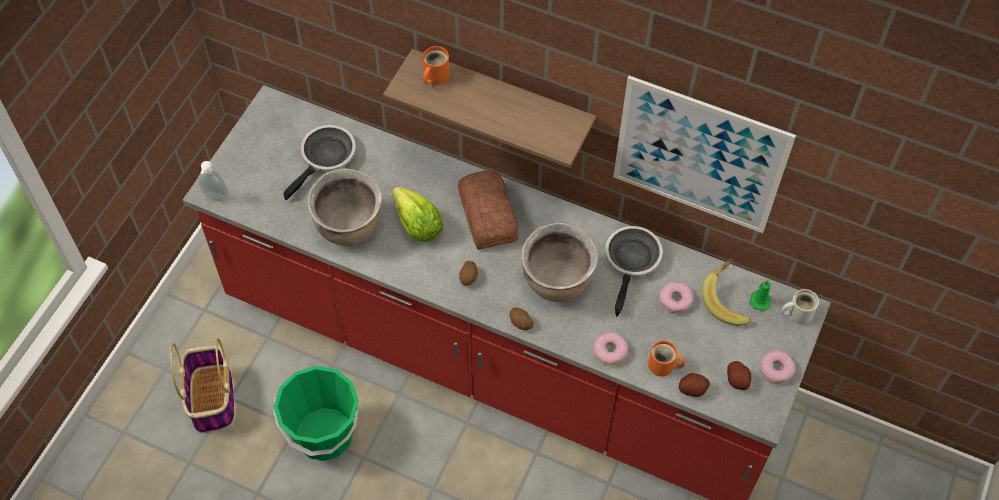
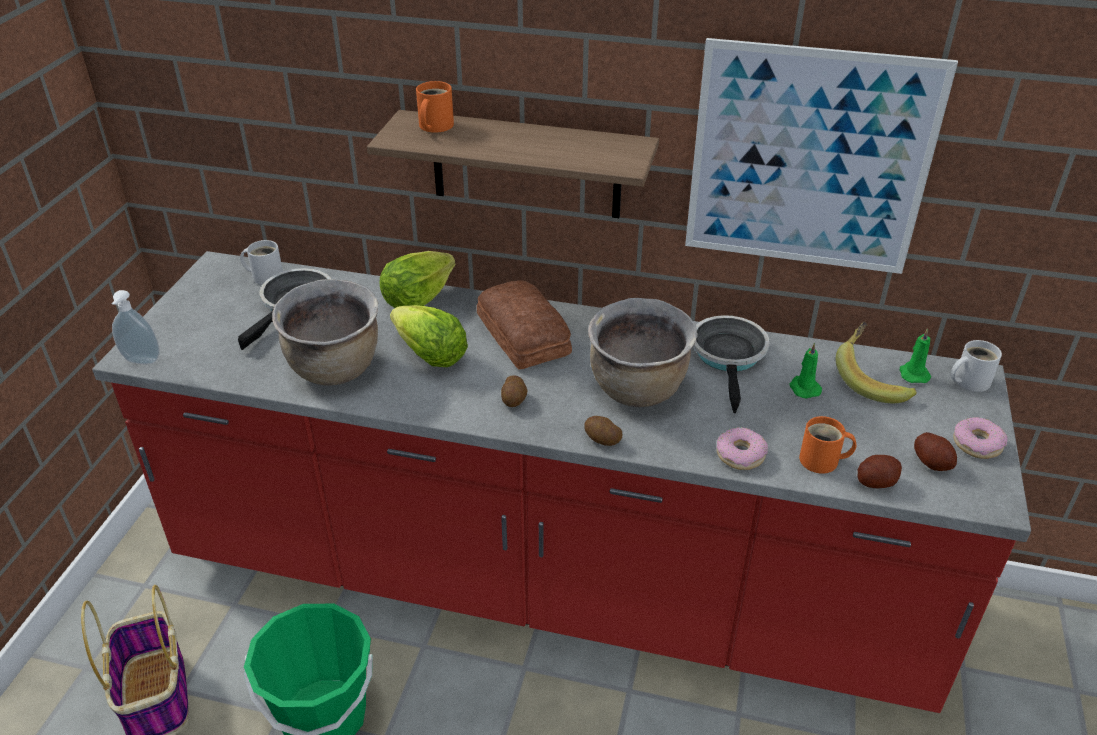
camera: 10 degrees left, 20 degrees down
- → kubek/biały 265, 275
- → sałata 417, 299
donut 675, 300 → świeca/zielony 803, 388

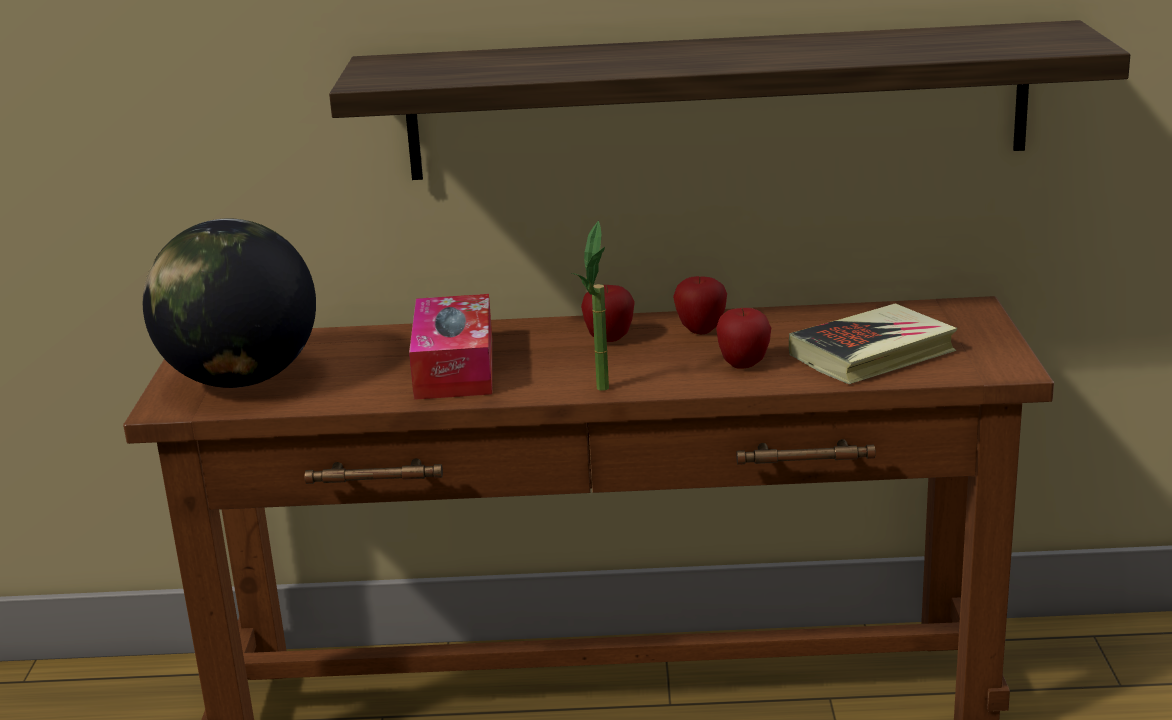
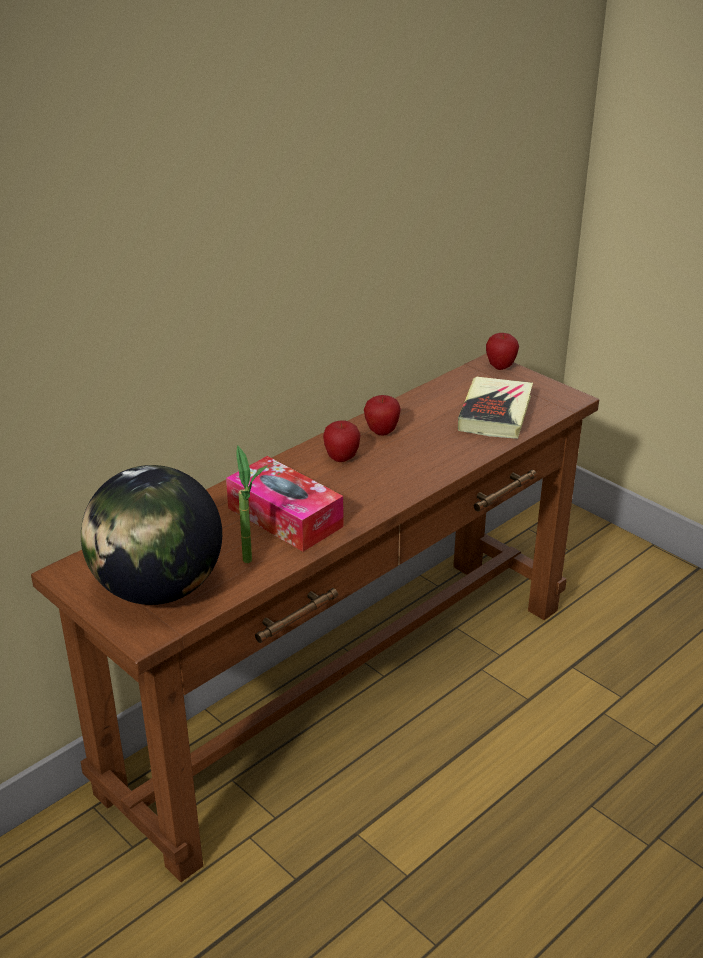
camera: 45 degrees left, 10 degrees up
roślina doniczkowa 602, 393 → roślina doniczkowa 253, 565, relocated
jabłko 743, 365 → jabłko 500, 367, relocated
półka 716, 102 → -

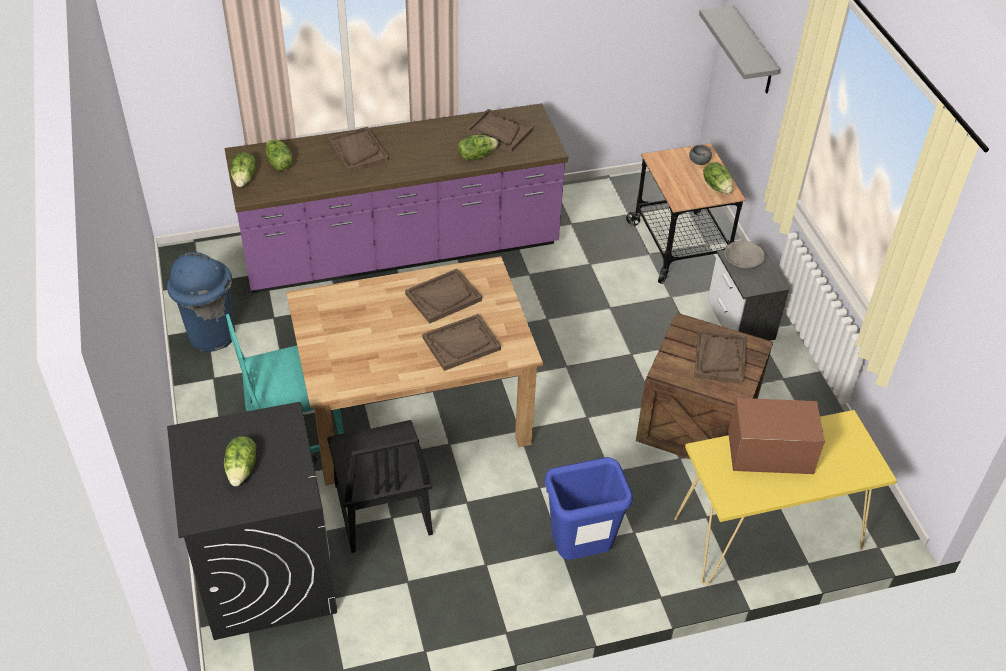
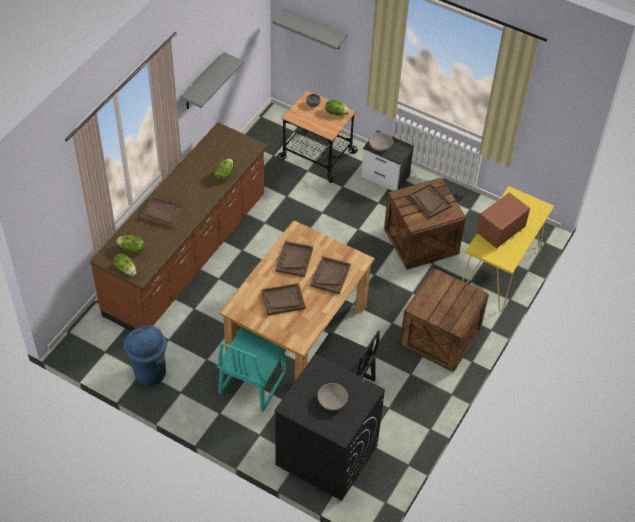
camera: 45 degrees left, 5 degrees up
zabudowa kuchenna/fioletowy 401, 251 → zabudowa kuchenna/brązowy 187, 256
- → półka/szary 202, 82
taca/brązowy 499, 132 → taca/brązowy 283, 300, relocated
sałata 242, 469 → miska/szary 332, 400
kosz na śmieci/niebieski 579, 552 → skrzynka 440, 337

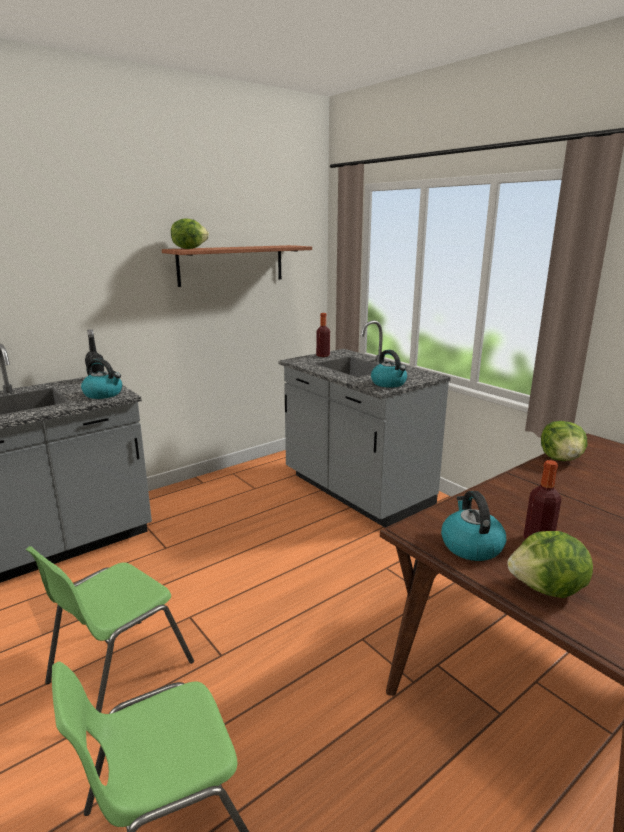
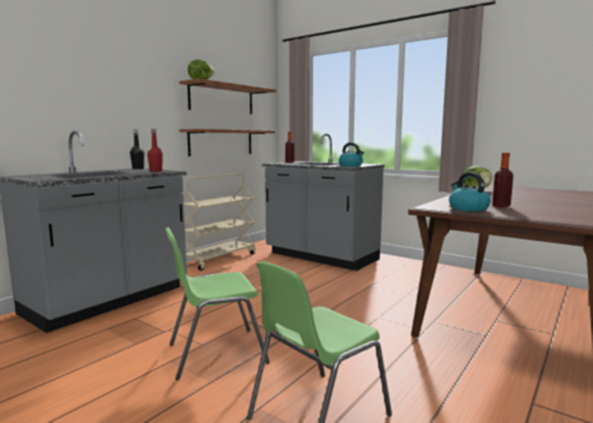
camera: 15 degrees left, 10 degrees down
czajnik 104, 394 → butelka/czerwony 155, 171
krzesło/zielony 118, 672 → krzesło/zielony 215, 353, 45 degrees clockwise
- → półka 221, 142
- → wózek/beżowy 219, 258
sałata 547, 590 → -

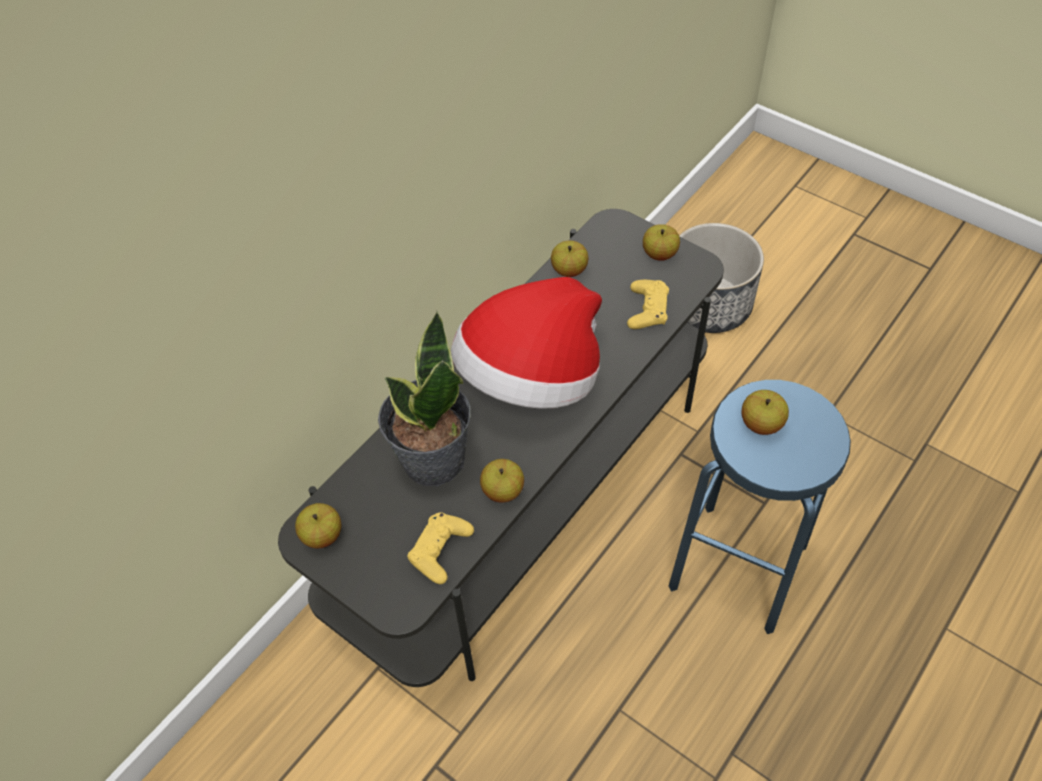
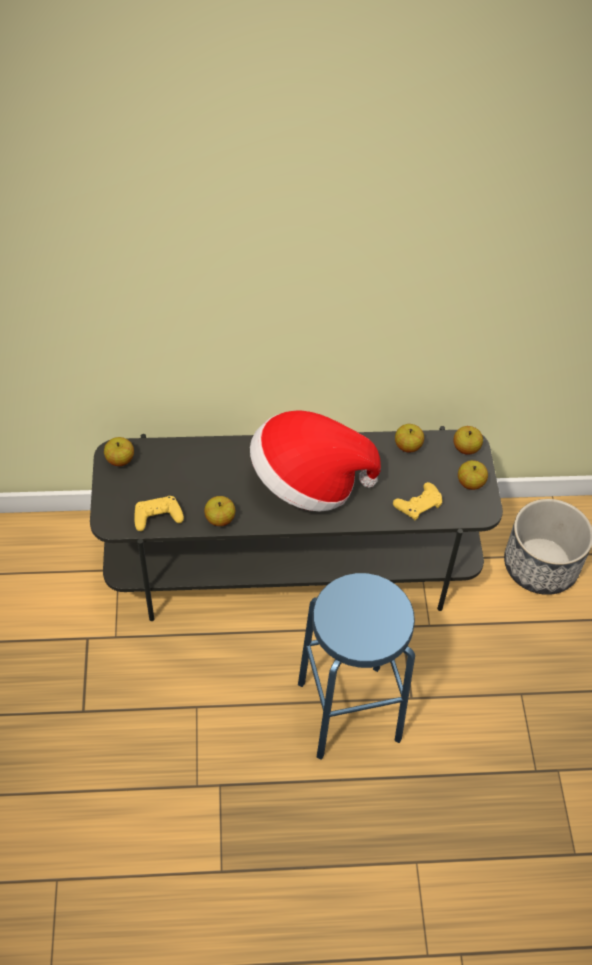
camera: 45 degrees right, 0 degrees up
jabłko 761, 424 → jabłko 466, 448, relocated
roślina doniczkowa 432, 460 → -

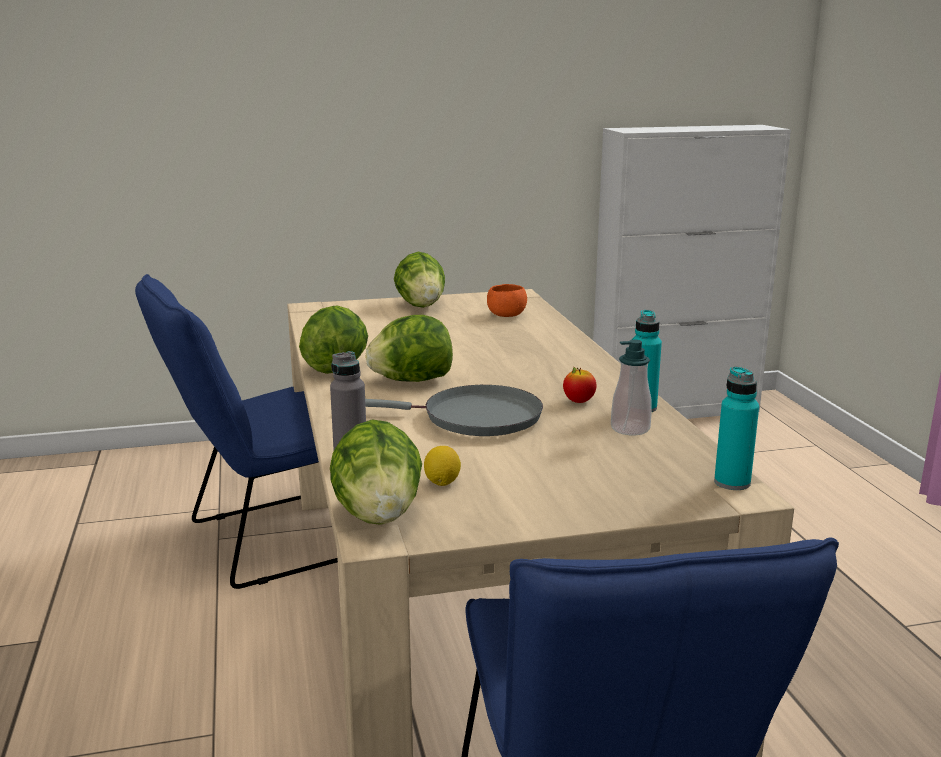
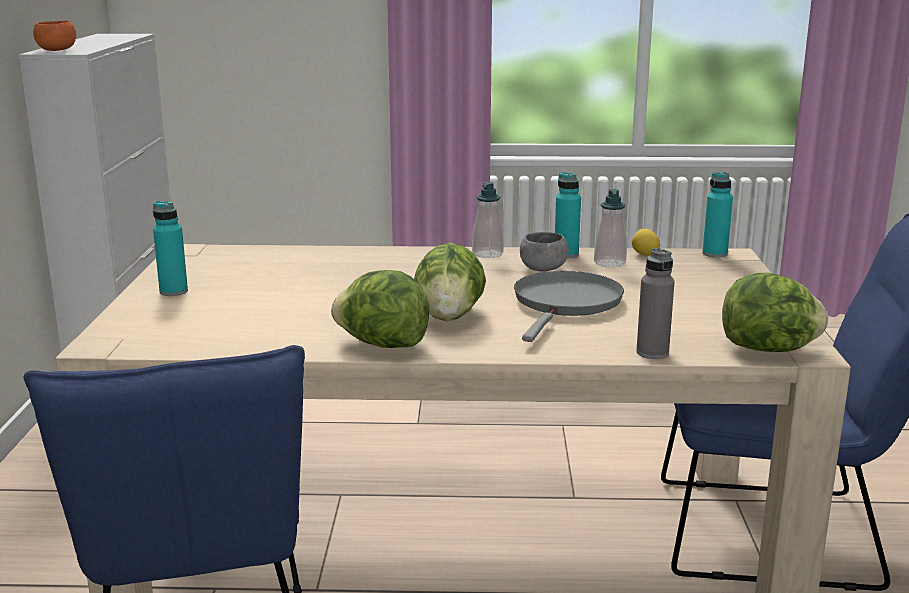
camera: 75 degrees left, 0 degrees up
miska/pomarańczowy 506, 315 → miska/pomarańczowy 56, 50, relocated
sałata 421, 305 → butelka/turkusowy 173, 291
- → dozownik mydła 487, 254
jabłko 578, 402 → miska/szary 543, 269
cytryna 442, 482 → cytryna 644, 255, relocated

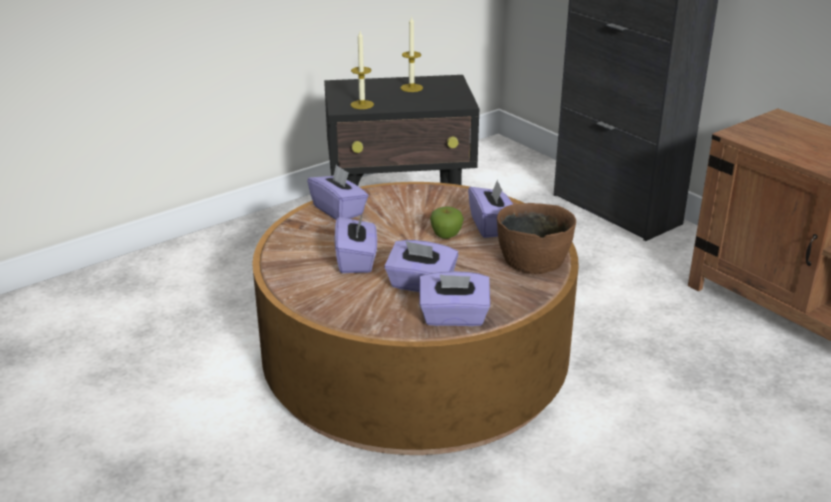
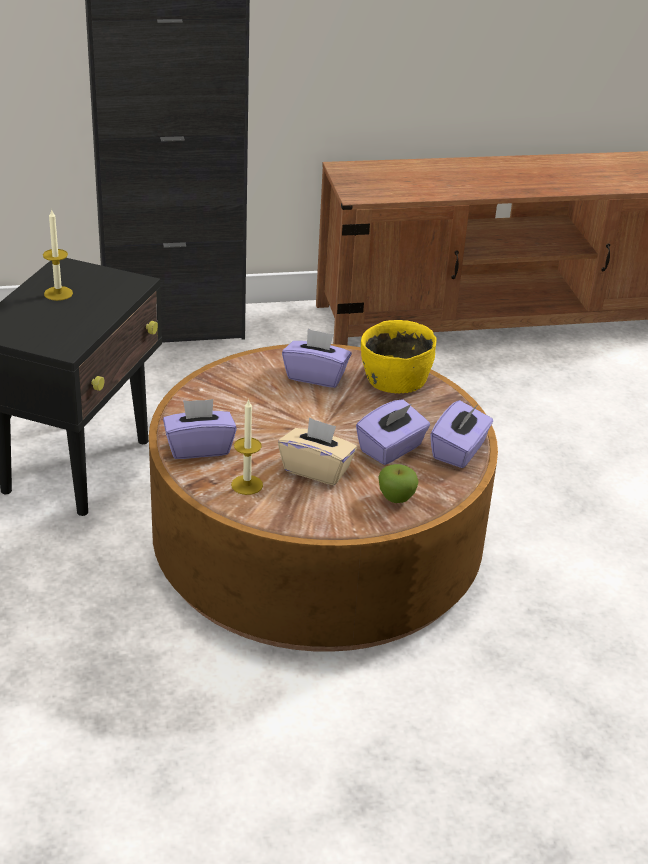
camera: 65 degrees left, 5 degrees up
świeca 362, 104 → świeca 247, 485, relocated
pudełko chusteczek/fioletowy 356, 261 → pudełko chusteczek/beżowy 316, 469
miska/brązowy 532, 259 → miska/żółty 394, 379
jabłko 446, 236 → jabłko 396, 498, relocated

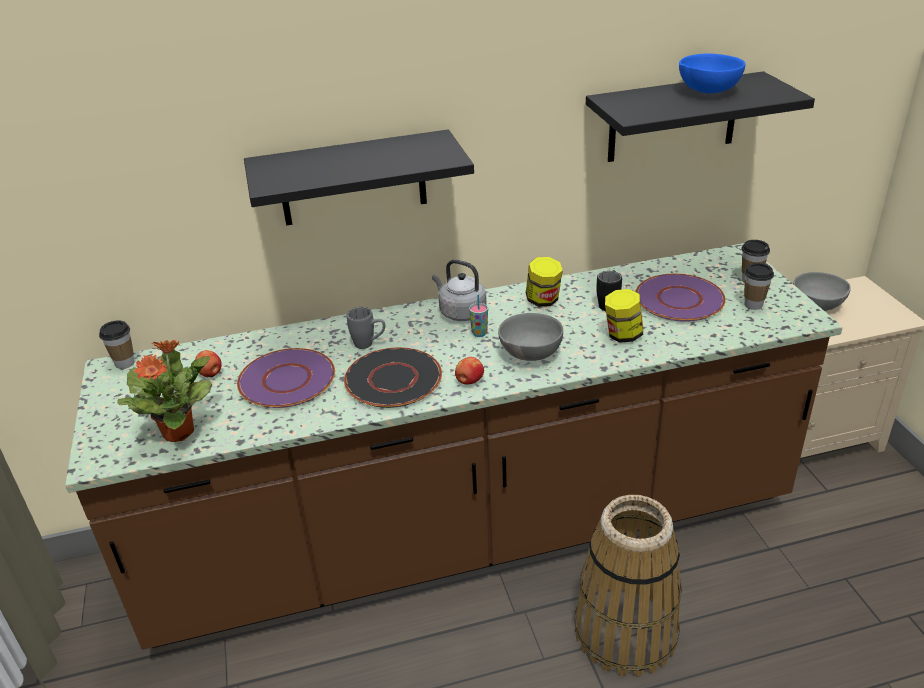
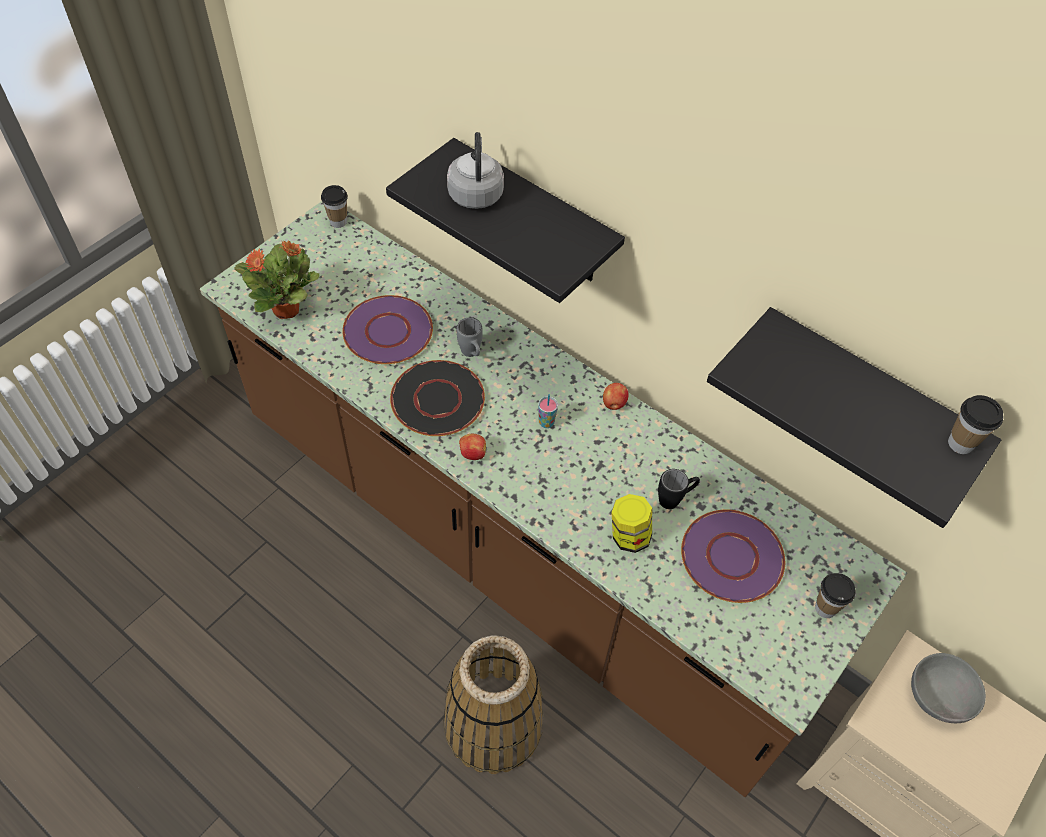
camera: 50 degrees right, 20 degrees up
czajnik/szary 460, 312 → czajnik/szary 475, 193, relocated
jabłko 211, 374 → jabłko 614, 404, relocated
filiżanka 753, 305 → filiżanka 960, 444, relocated
miska/szary 529, 354 → -
słoik 543, 300 → -
miska/niebieski 706, 91 → -

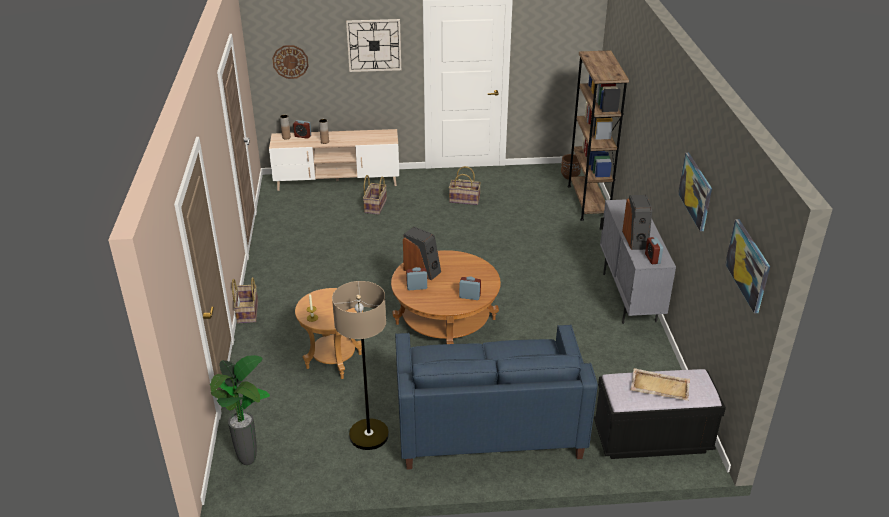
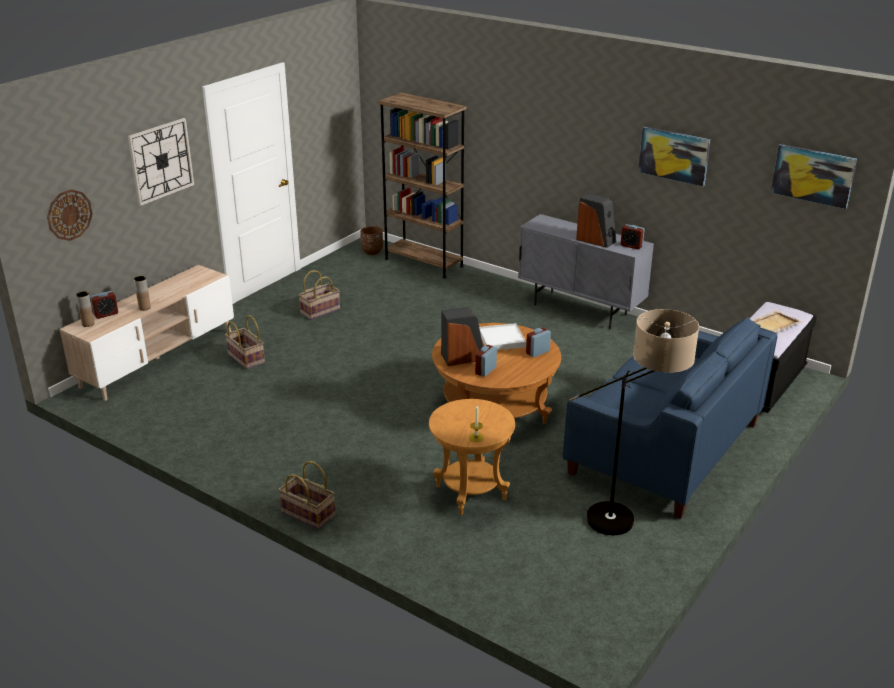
camera: 50 degrees left, 5 degrees down
- → taca/biały 501, 339
roślina doniczkowa 249, 461 → -

